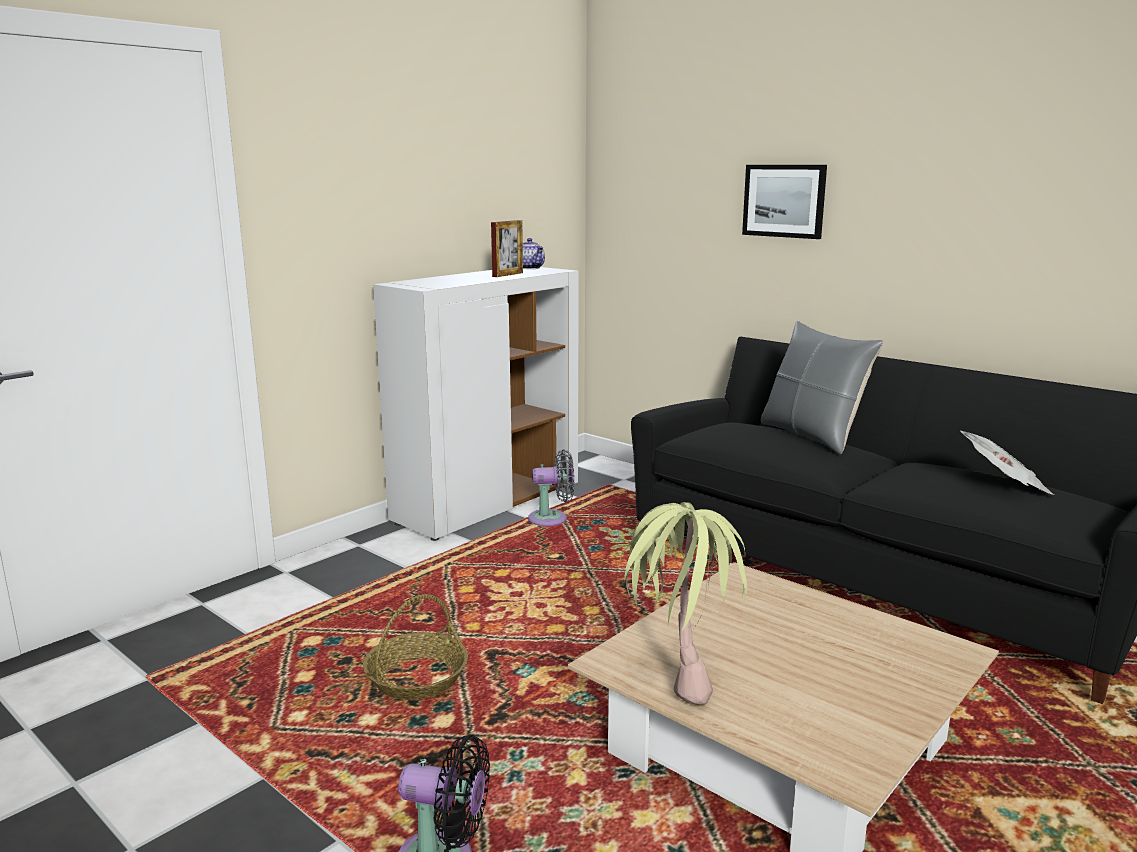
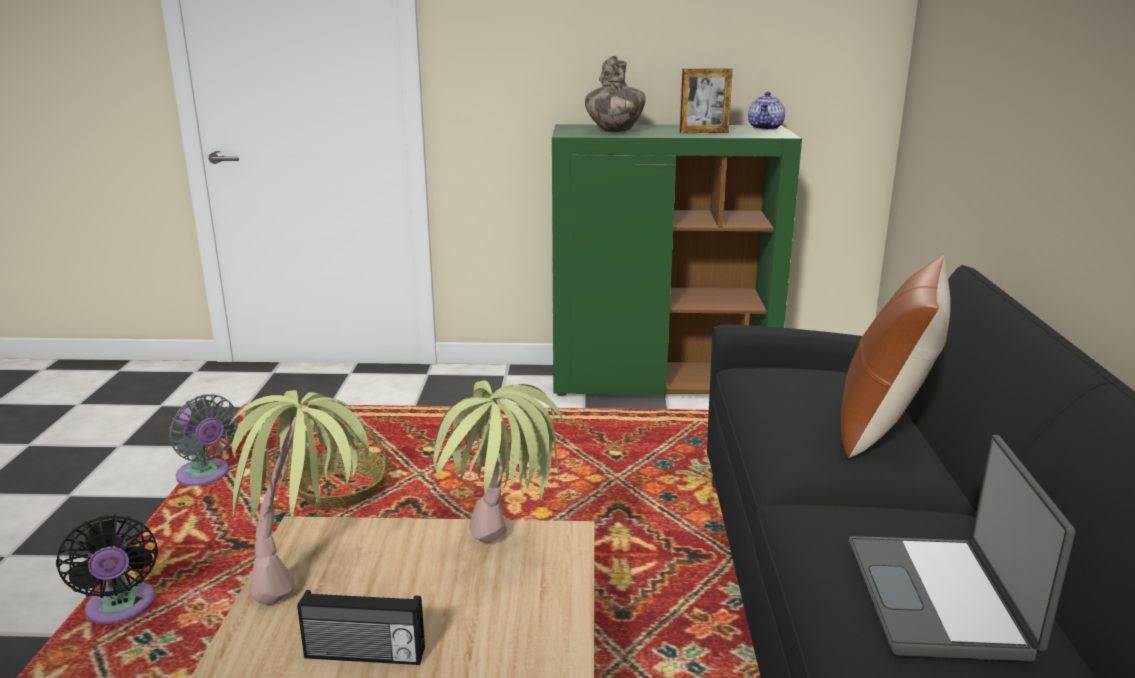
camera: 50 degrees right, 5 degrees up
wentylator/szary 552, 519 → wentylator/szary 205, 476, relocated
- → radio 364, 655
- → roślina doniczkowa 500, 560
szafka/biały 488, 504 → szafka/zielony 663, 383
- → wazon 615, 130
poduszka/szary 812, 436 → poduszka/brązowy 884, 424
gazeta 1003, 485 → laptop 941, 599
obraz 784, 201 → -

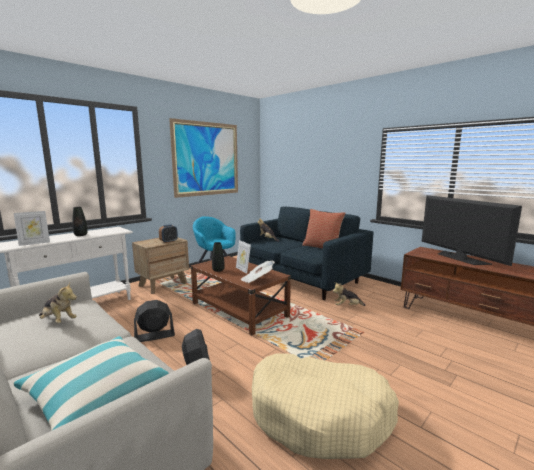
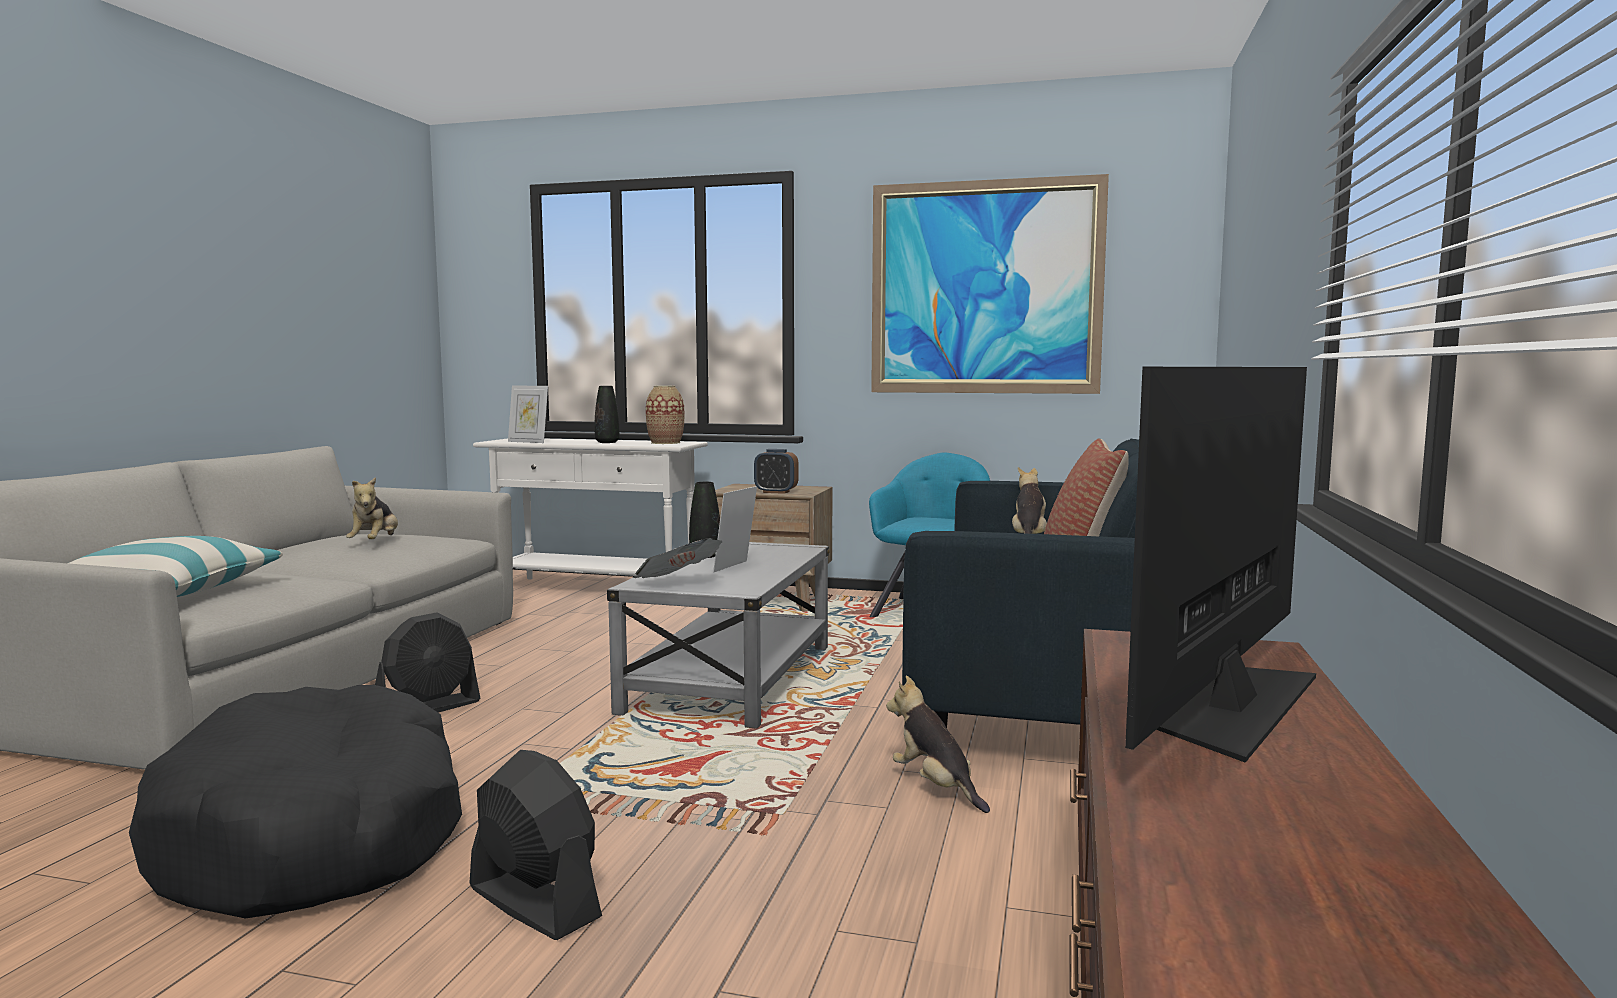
camera: 60 degrees right, 5 degrees down
legowisko/beżowy 320, 414 → legowisko/czarny 315, 837
wentylator/czarny 154, 336 → wentylator/czarny 533, 902, relocated
ława/brązowy 239, 310 → ława/szary 731, 679
- → wazon 665, 443

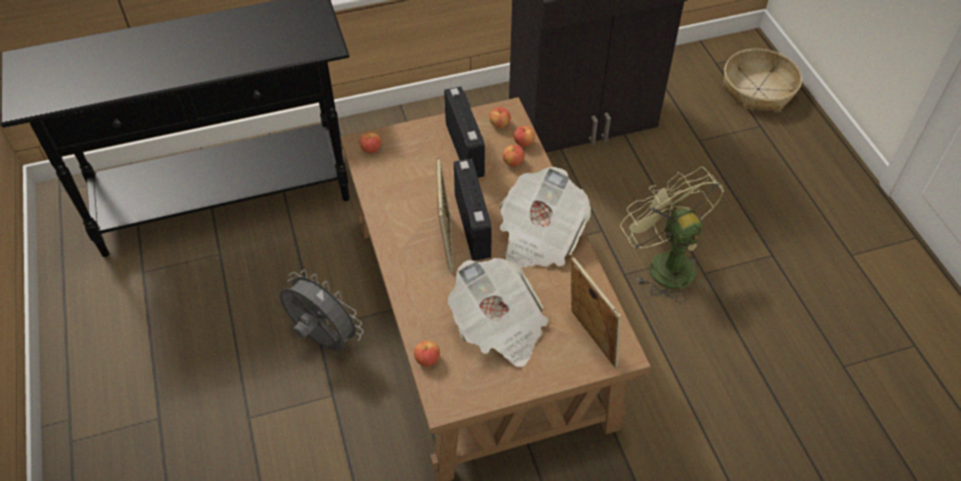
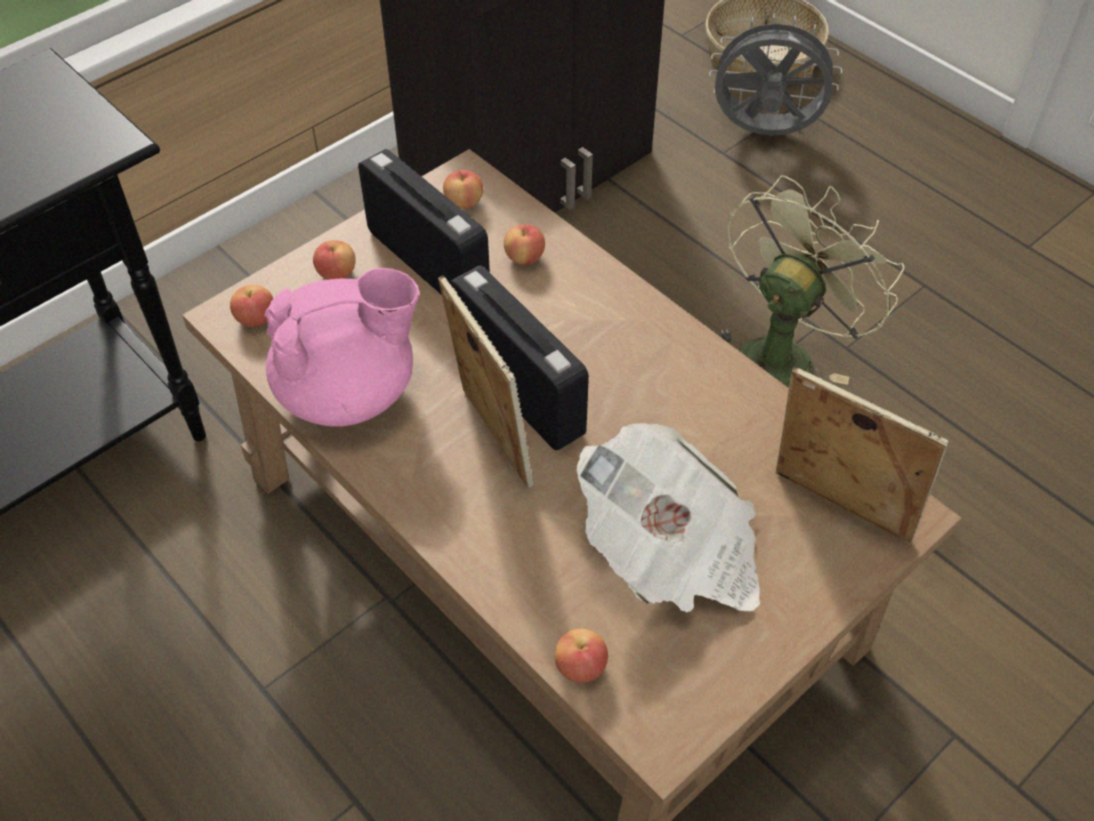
camera: 25 degrees left, 0 degrees up
- → imbryk/różowy 349, 392
jabłko 524, 143 → jabłko 336, 273, relocated
wentylator/szary 323, 339 → wentylator/szary 764, 133, relocated
wentylator/zielony 663, 263 → wentylator/zielony 780, 355, 90 degrees clockwise
gazeta 539, 236 → -

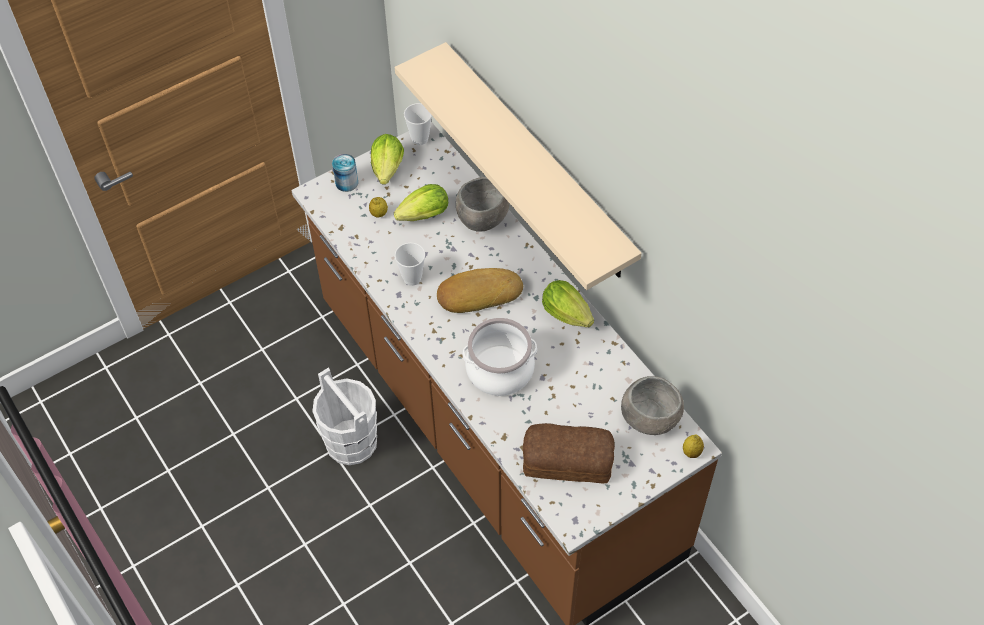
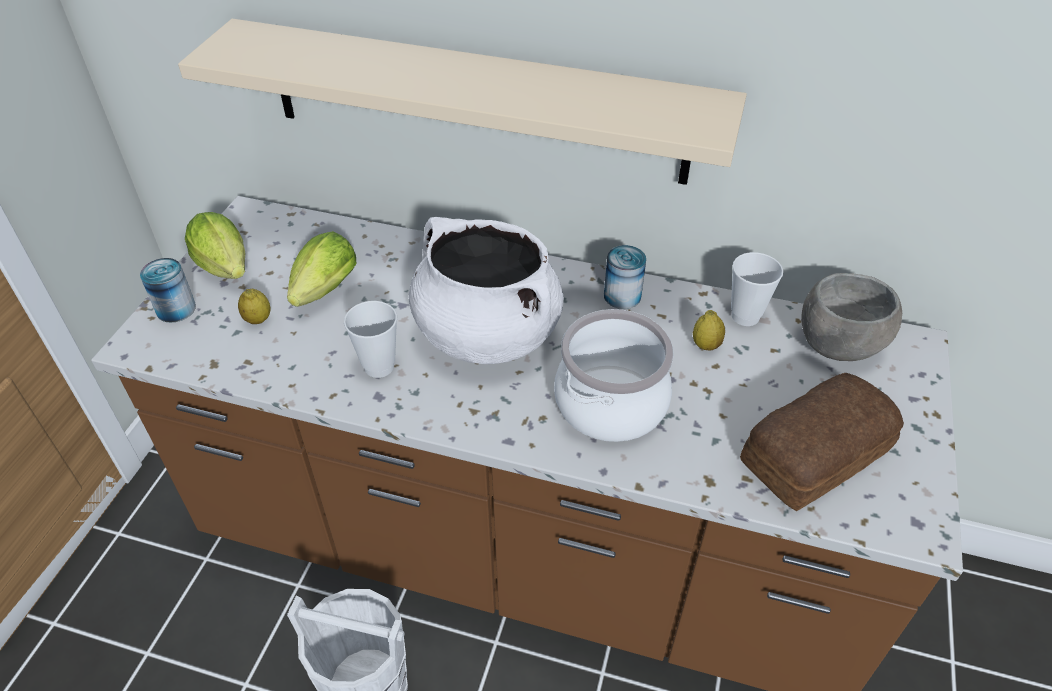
camera: 40 degrees left, 10 degrees down
chleb 478, 293 → garnek/biały 486, 333
sałata 569, 316 → puszka 622, 296
cytryna 691, 452 → cytryna 706, 345, relocated
filiżanka 420, 139 → filiżanka 745, 316, relocated
miska/szary 481, 219 → -

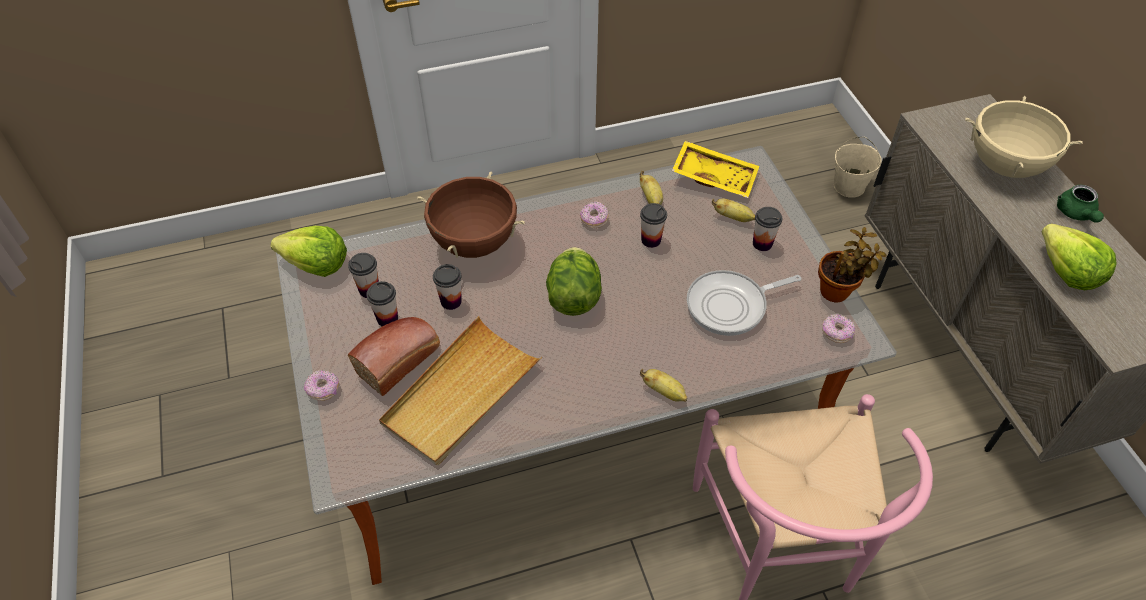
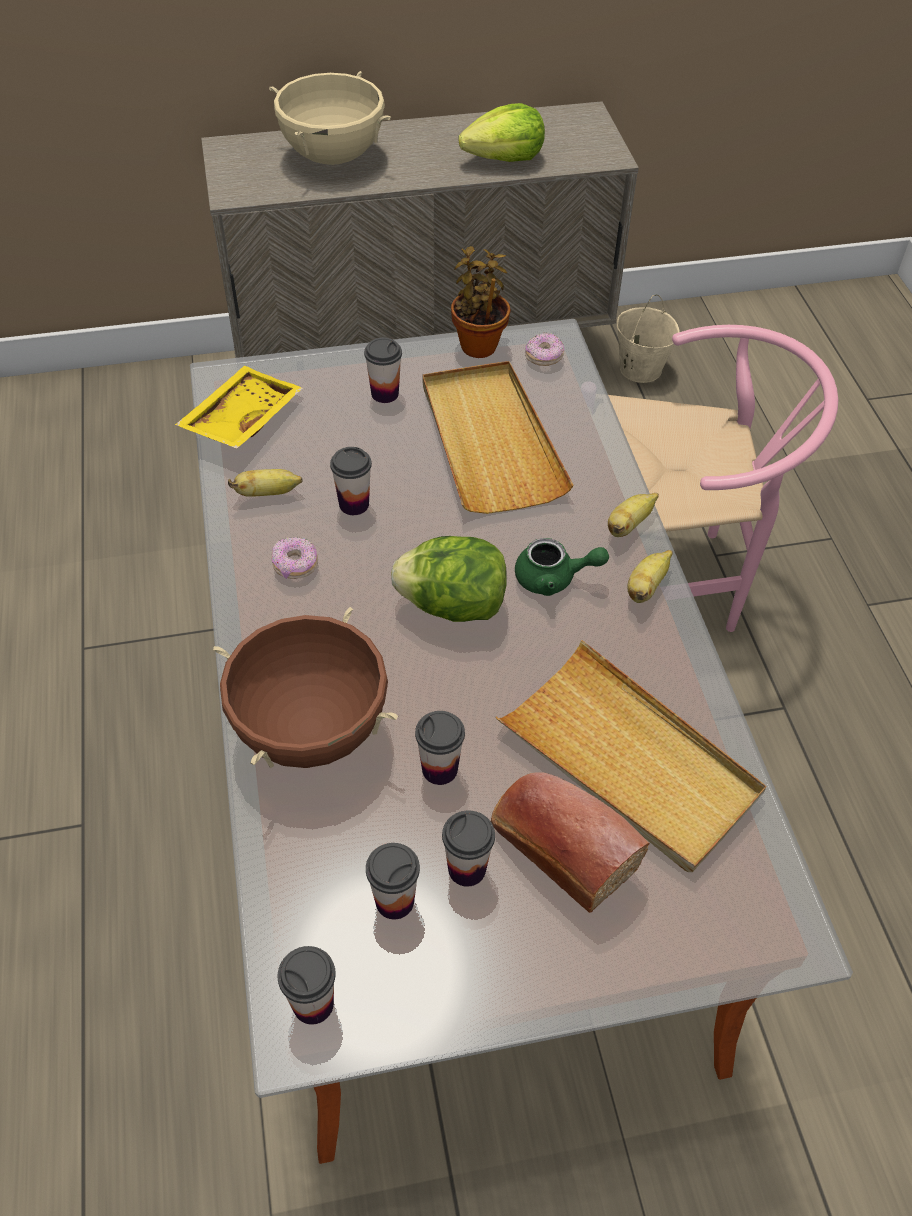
camera: 85 degrees left, 0 degrees up
sałata 316, 265 → filiżanka 313, 1004
patelnia 731, 306 → taca/beżowy 490, 440
imbryk/zielony 1075, 214 → imbryk/zielony 554, 578, relocated
wiadro/beżowy 849, 186 → wiadro/beżowy 639, 369, relocated
banan 733, 217 → banan 646, 587, relocated
donut 323, 390 → -

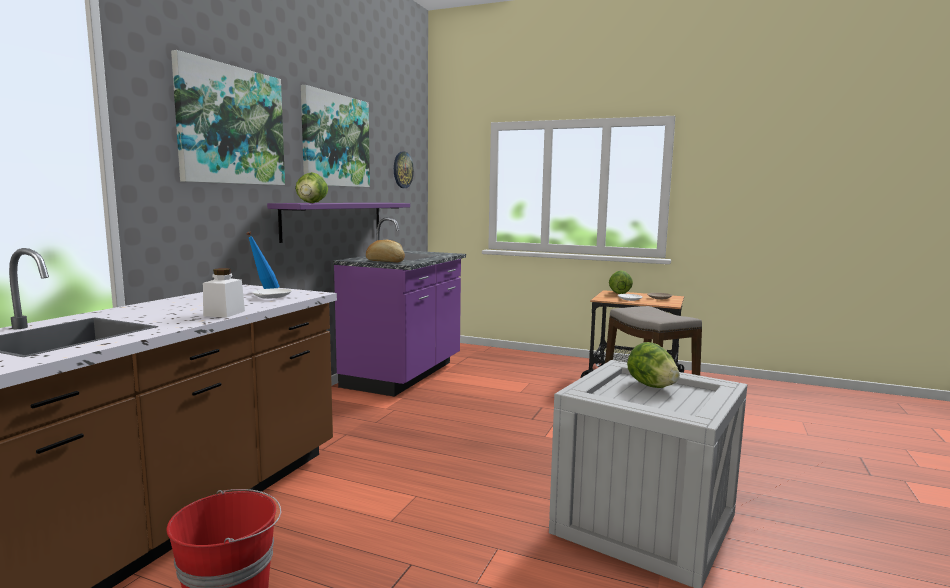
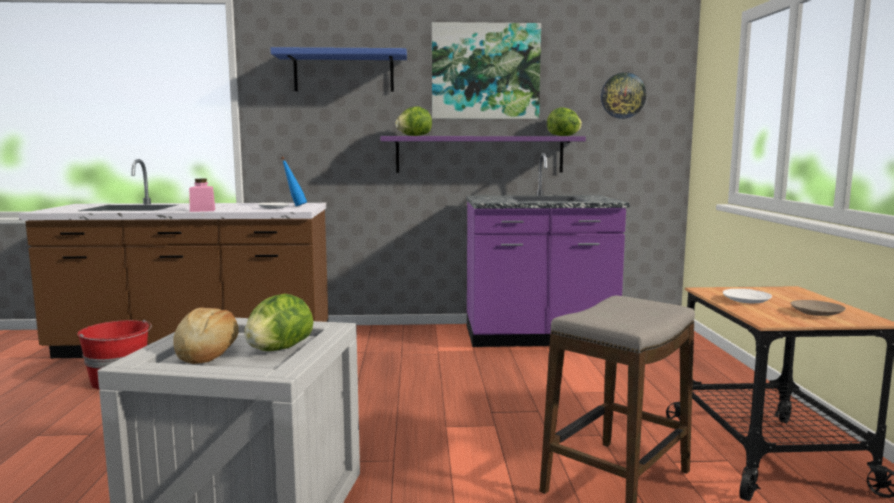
camera: 65 degrees right, 0 degrees up
chleb 385, 261 → chleb 207, 353, relocated
słoik/biały 224, 313 → słoik/różowy 202, 210
obraz 231, 126 → półka/niebieski 343, 72
sałata 619, 294 → sałata 564, 136, relocated

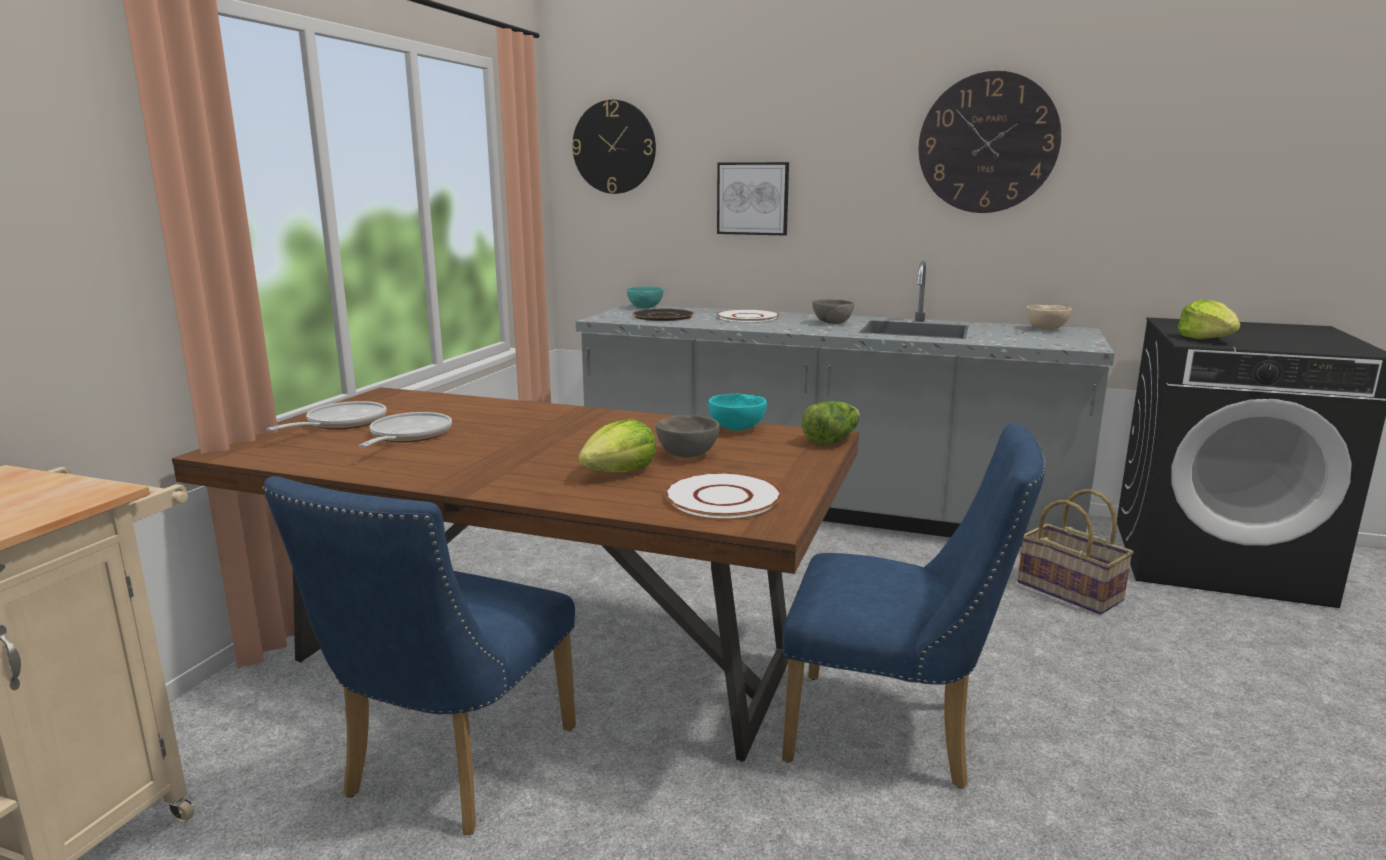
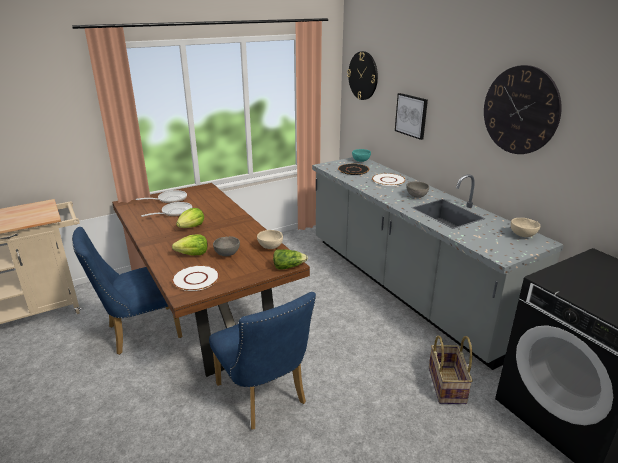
camera: 40 degrees right, 10 degrees up
sałata 1206, 339 → sałata 191, 227, relocated
miska/turkusowy 738, 429 → miska/beżowy 270, 247

